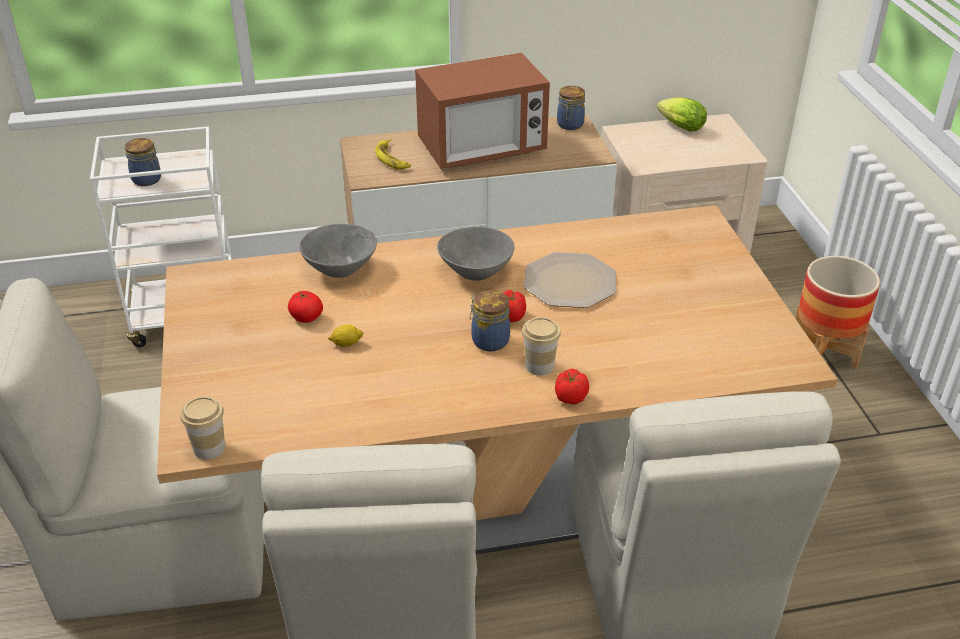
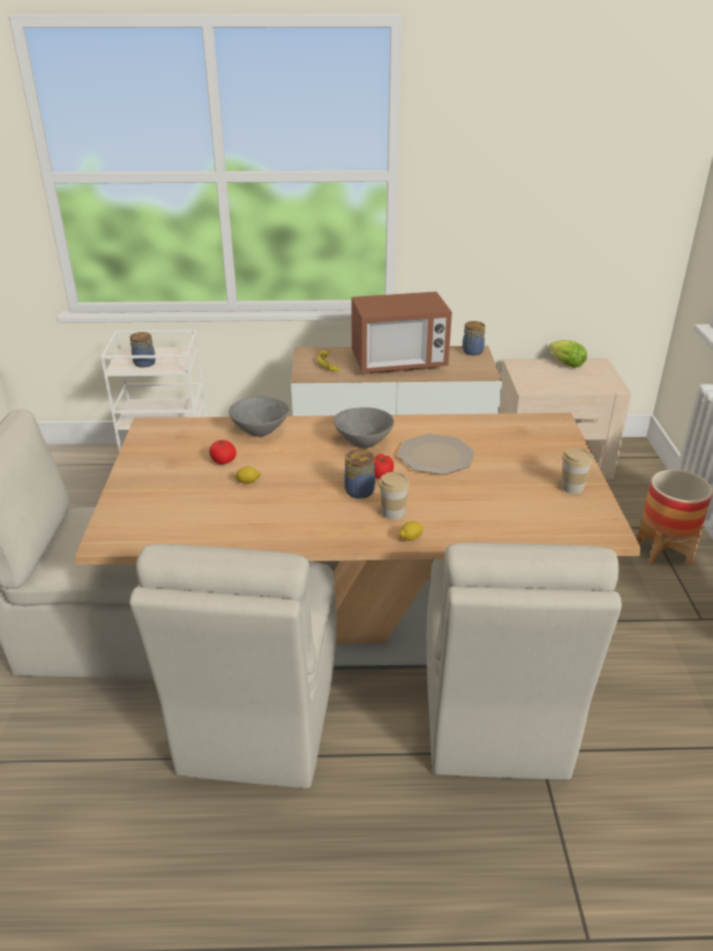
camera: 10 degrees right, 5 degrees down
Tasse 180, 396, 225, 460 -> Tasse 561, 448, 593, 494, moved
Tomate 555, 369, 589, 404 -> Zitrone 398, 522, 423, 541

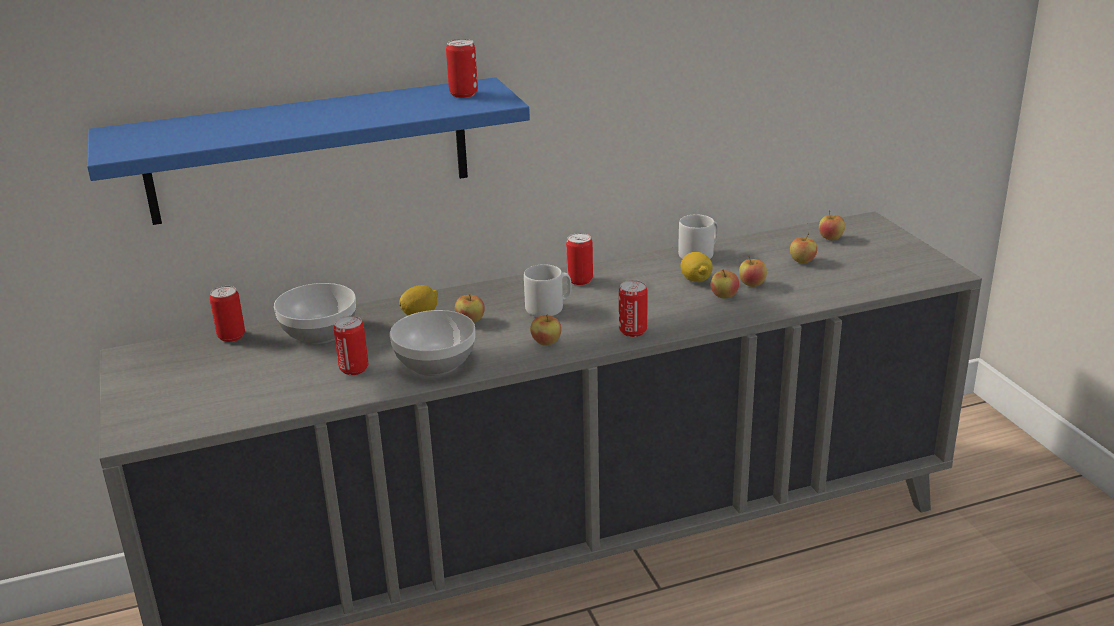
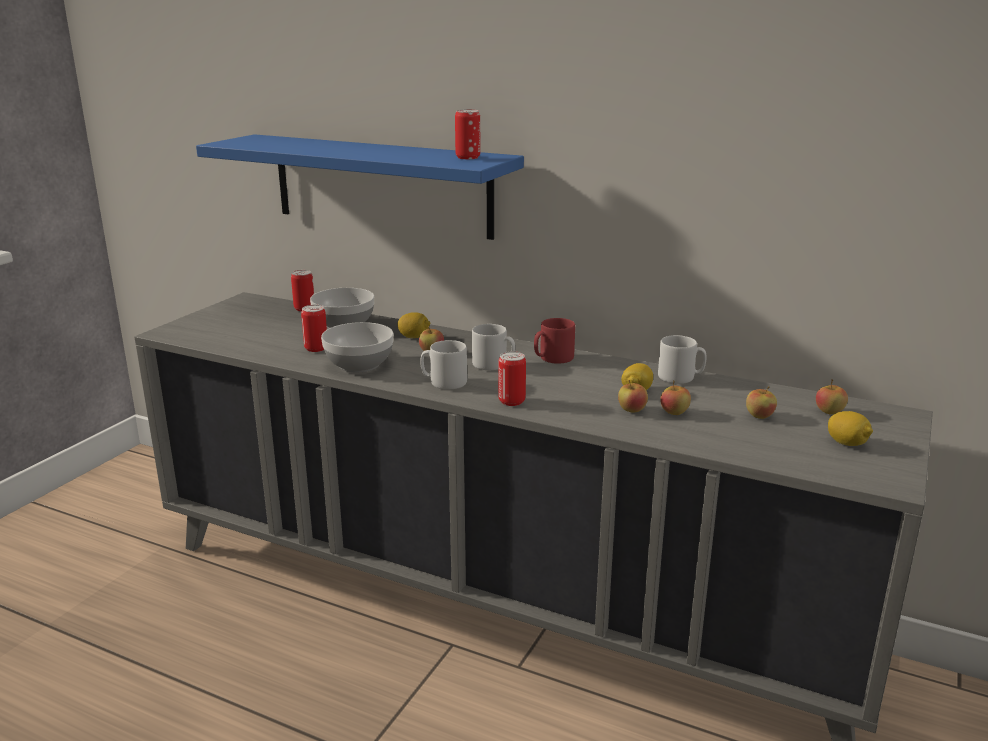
camera: 45 degrees right, 5 degrees down
none -> Zitrone 828, 411, 873, 446
Apfel 530, 314, 561, 346 -> Henkelbecher (grau) 420, 340, 467, 390
Dose 566, 233, 593, 285 -> Henkelbecher (rot) 534, 318, 575, 364

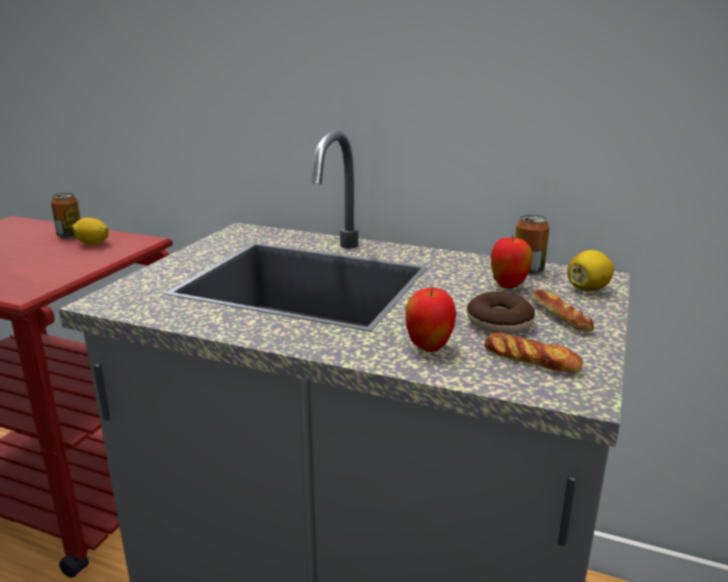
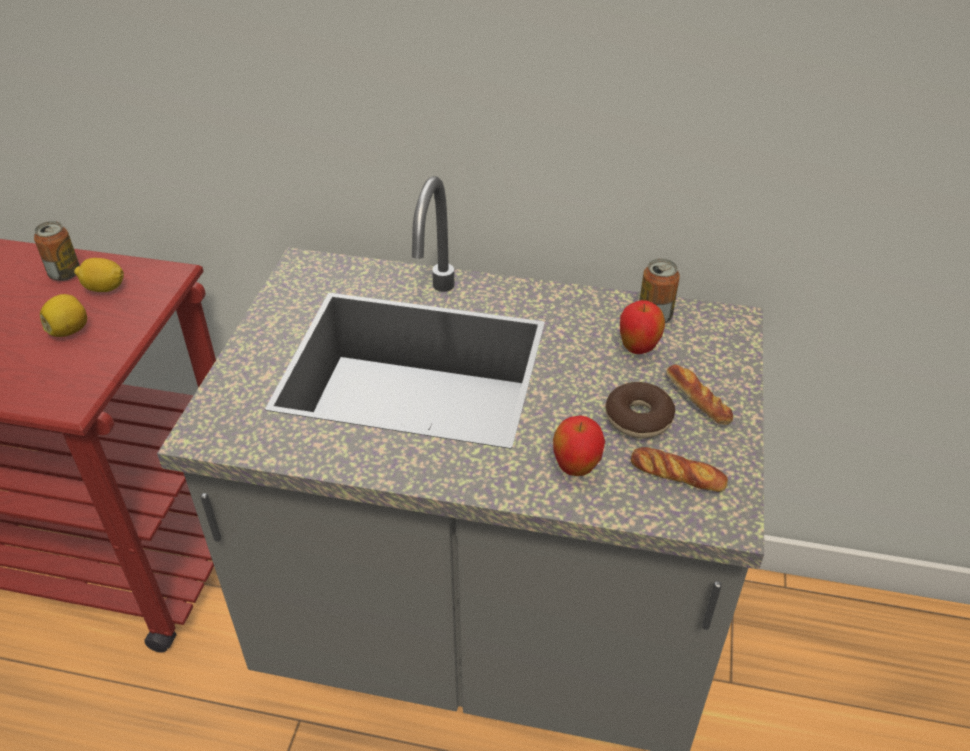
camera: 10 degrees left, 20 degrees up
Zitrone 567, 250, 614, 291 -> Zitrone 40, 294, 87, 337, moved

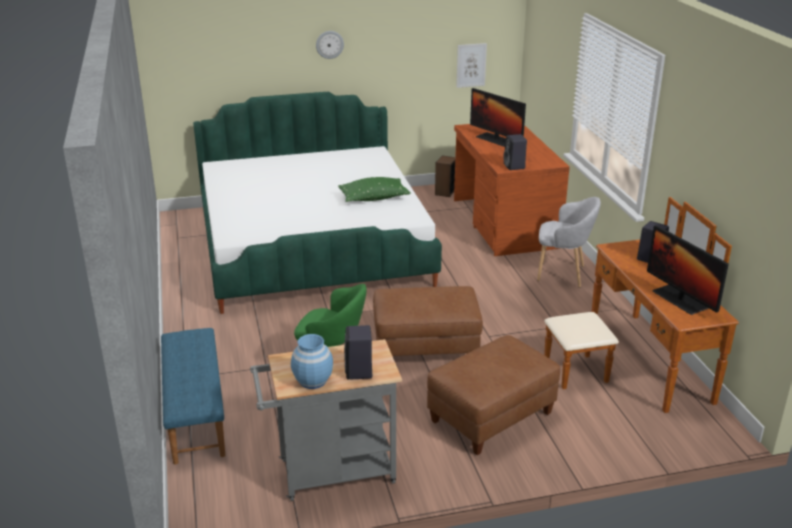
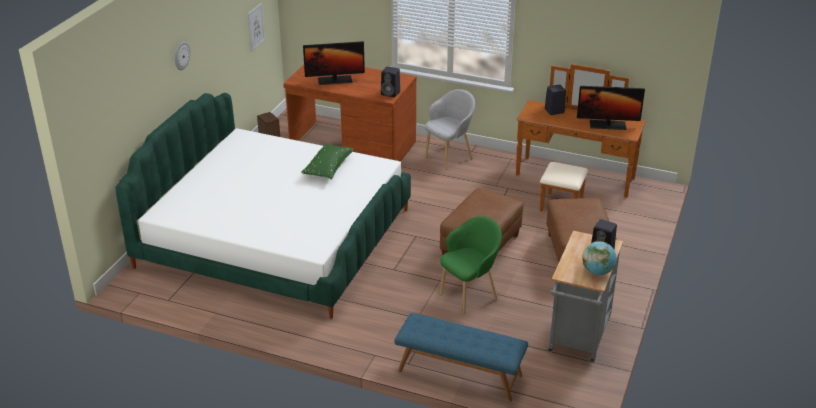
camera: 55 degrees left, 5 degrees up
Vase (blau) 291, 334, 333, 389 -> Globus 582, 241, 617, 275

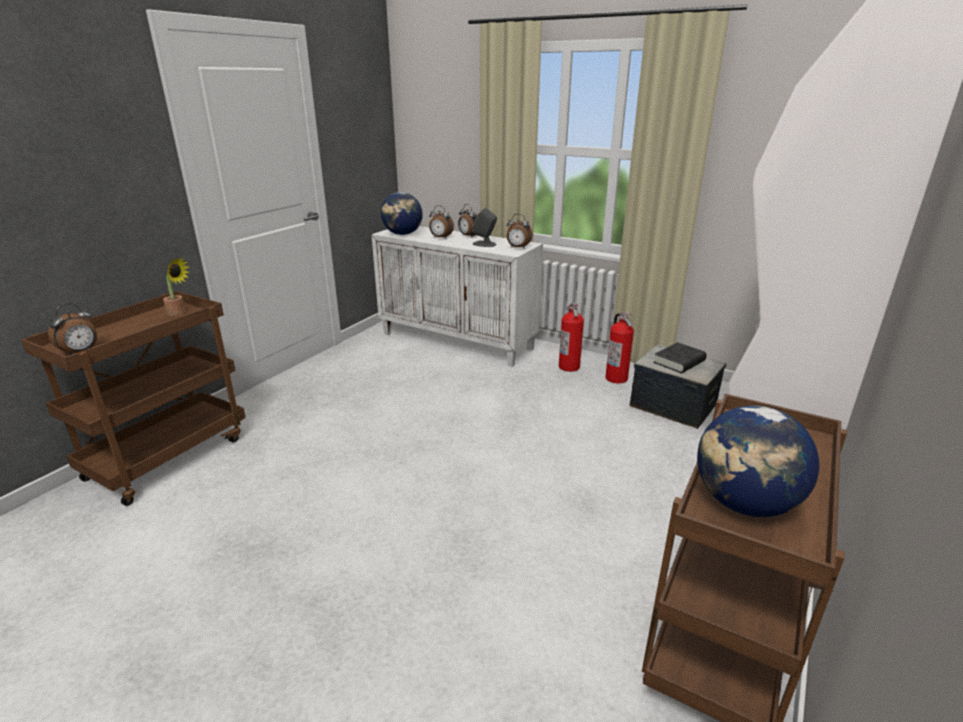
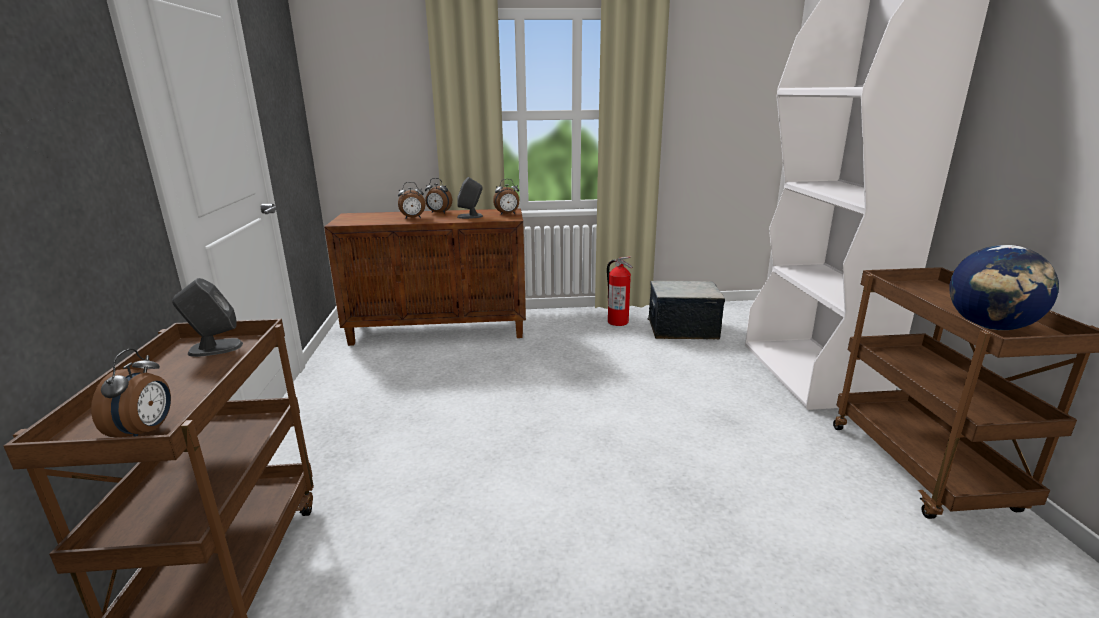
camera: 35 degrees left, 5 degrees down
Globus 381, 192, 423, 235 -> none
Feuerlöscher 559, 303, 584, 372 -> none
Buch (schwarz) 654, 342, 707, 373 -> none
Topfpflanze 163, 257, 190, 316 -> Lautsprecher (grau) 172, 278, 243, 357
Schrank (weiß) 371, 226, 543, 367 -> Schrank (braun) 324, 209, 526, 346

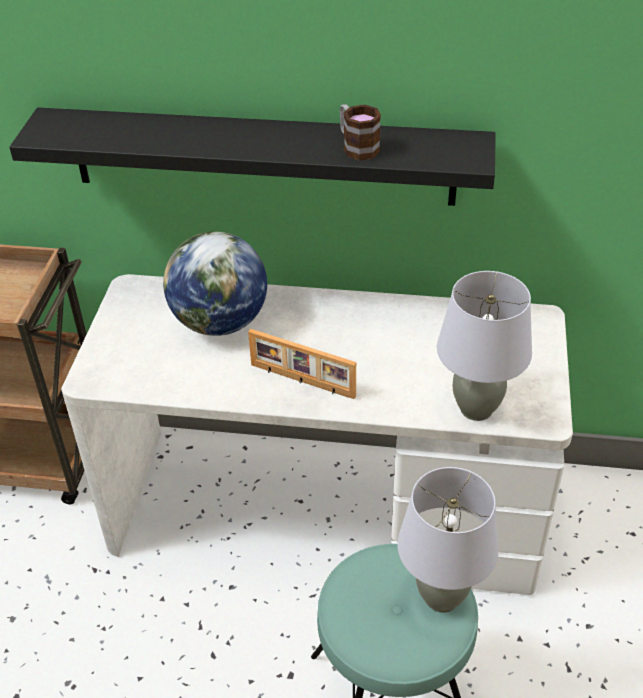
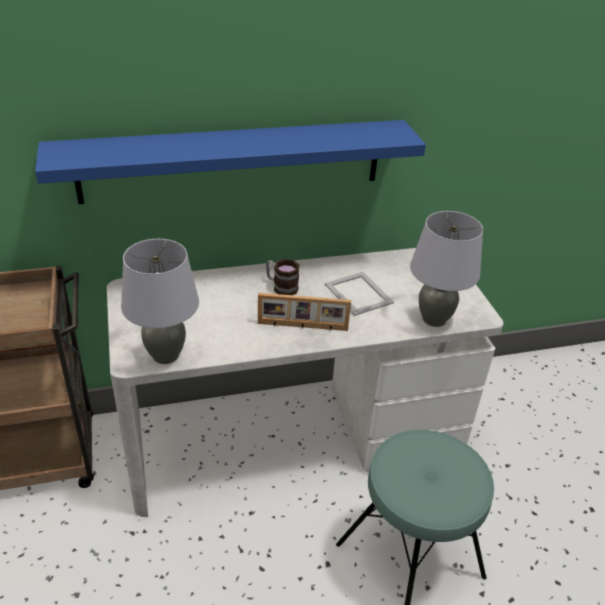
camera: 25 degrees left, 5 degrees down
Globus 163, 231, 267, 336 -> none
none -> Bilderrahmen 325, 272, 394, 316
Henkelbecher 340, 104, 381, 160 -> Henkelbecher 266, 259, 300, 295, moved
Tischlampe (grau) 398, 467, 499, 613 -> Tischlampe (grau) 121, 239, 199, 364, moved
Wandregal (schwarz) 9, 107, 496, 206 -> Wandregal (blau) 35, 120, 426, 204

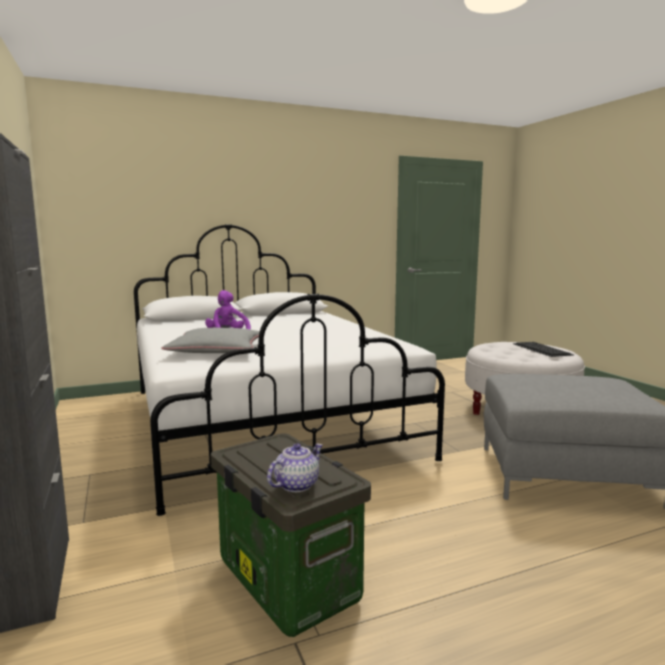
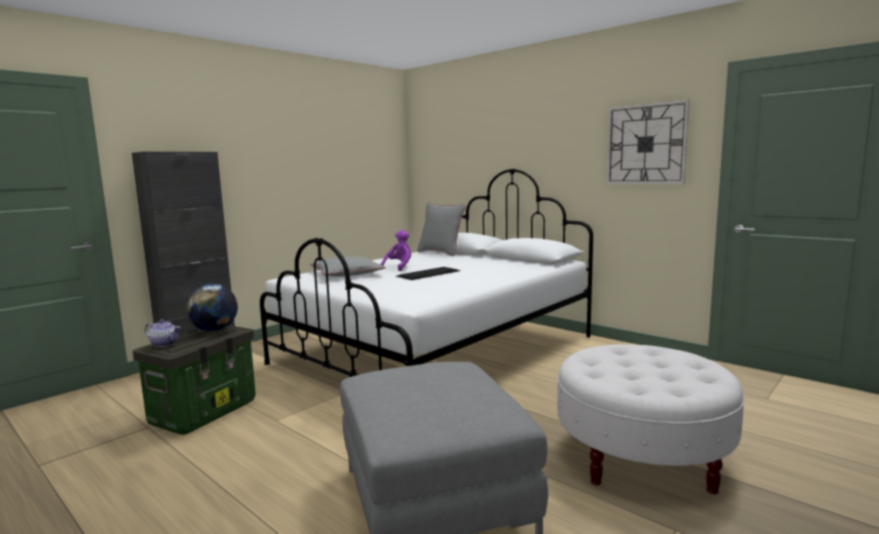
camera: 65 degrees right, 0 degrees up
none -> Globus 186, 284, 238, 332
none -> Kissen (grau) 417, 202, 466, 256
none -> Wanduhr 606, 100, 690, 184
Tastatur 513, 342, 574, 357 -> Tastatur 396, 267, 461, 280, moved

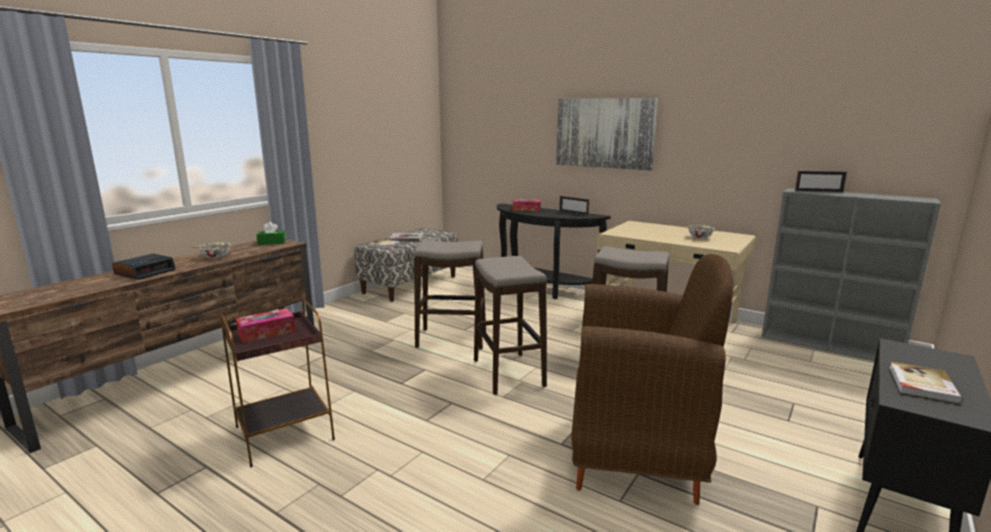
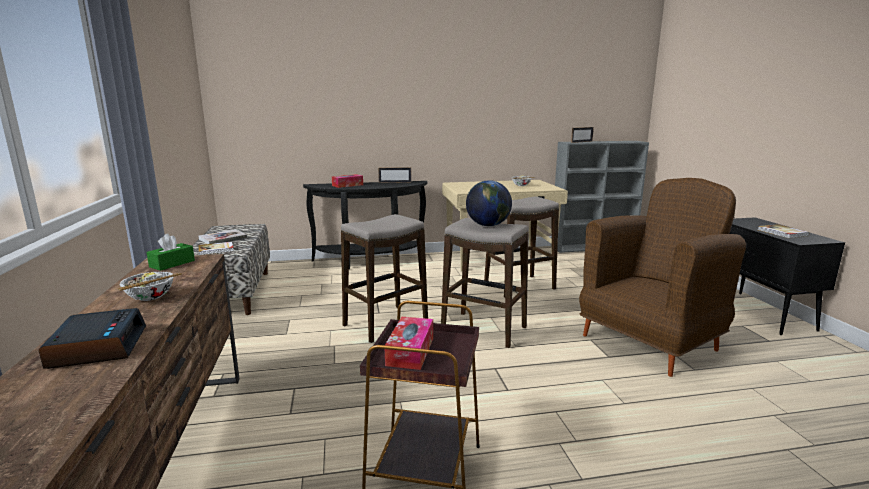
camera: 45 degrees left, 0 degrees up
Bild 556, 98, 658, 171 -> none
none -> Globus 466, 180, 512, 226

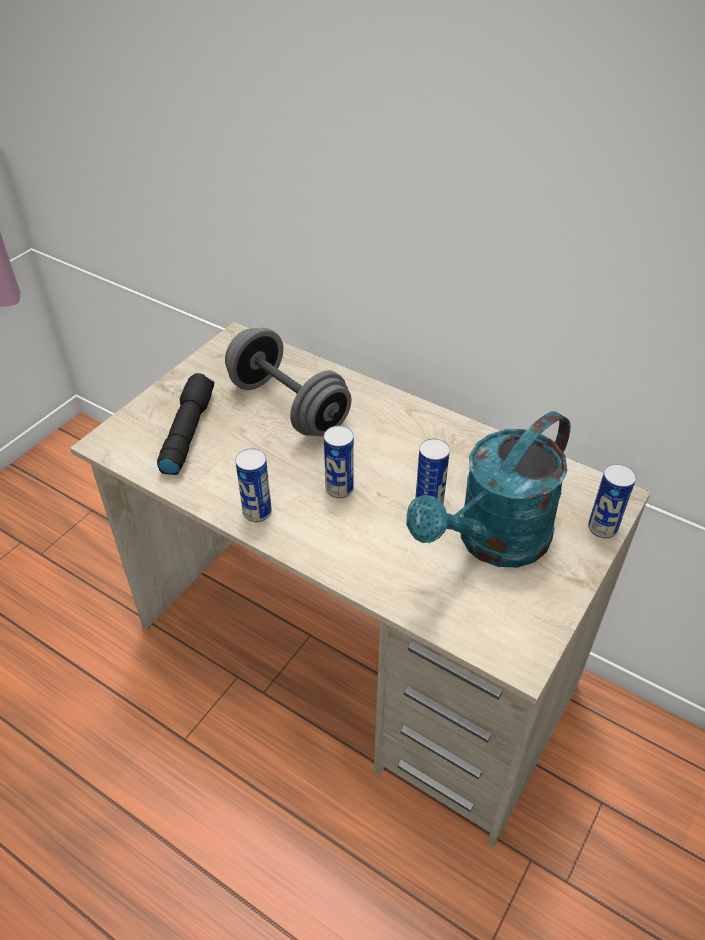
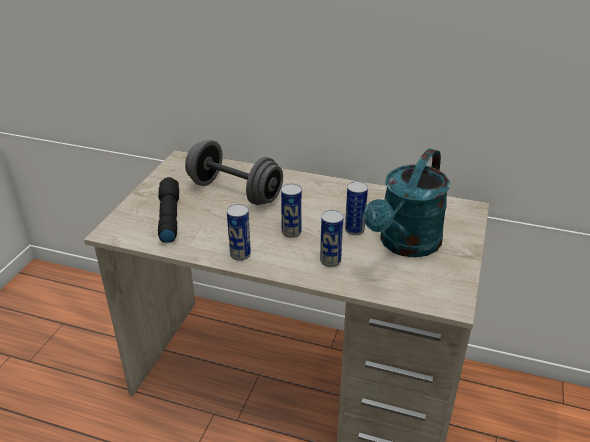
camera: 15 degrees left, 10 degrees down
Dose 588, 464, 636, 538 -> Dose 320, 210, 343, 267, moved

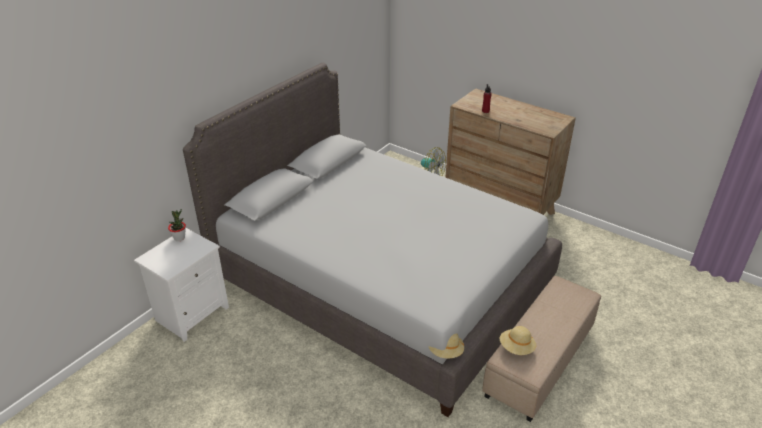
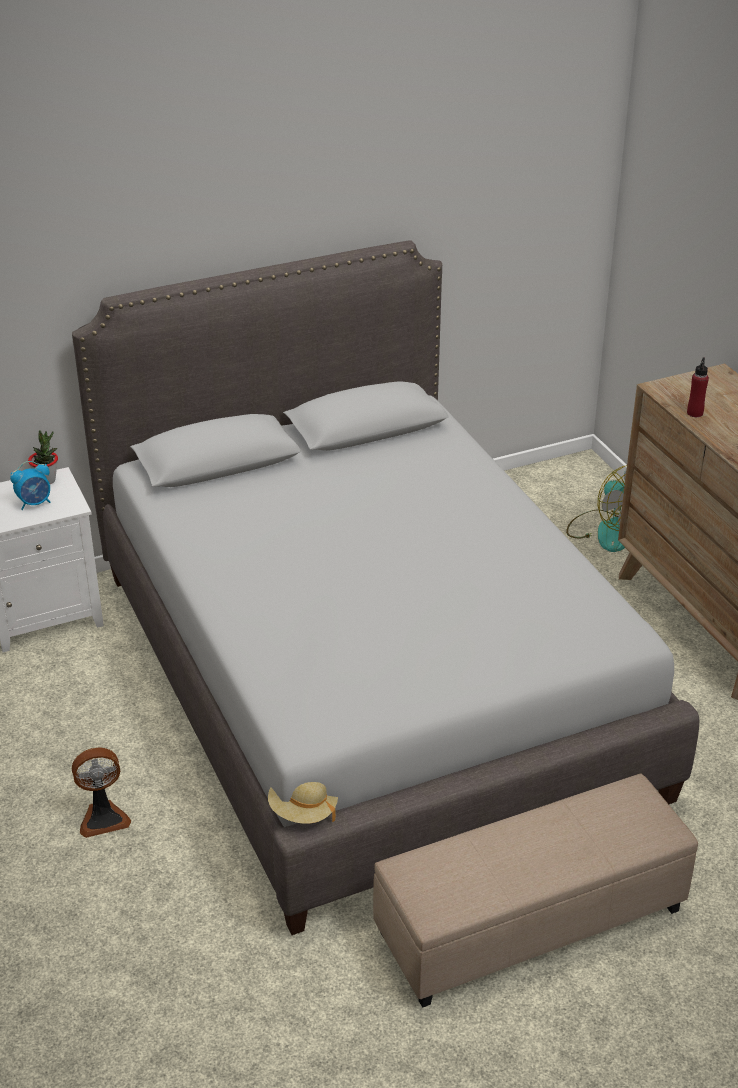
camera: 30 degrees right, 0 degrees up
Hut (beige) 500, 326, 536, 355 -> none
none -> Wecker 10, 461, 51, 510
none -> Ventilator 72, 747, 131, 838

